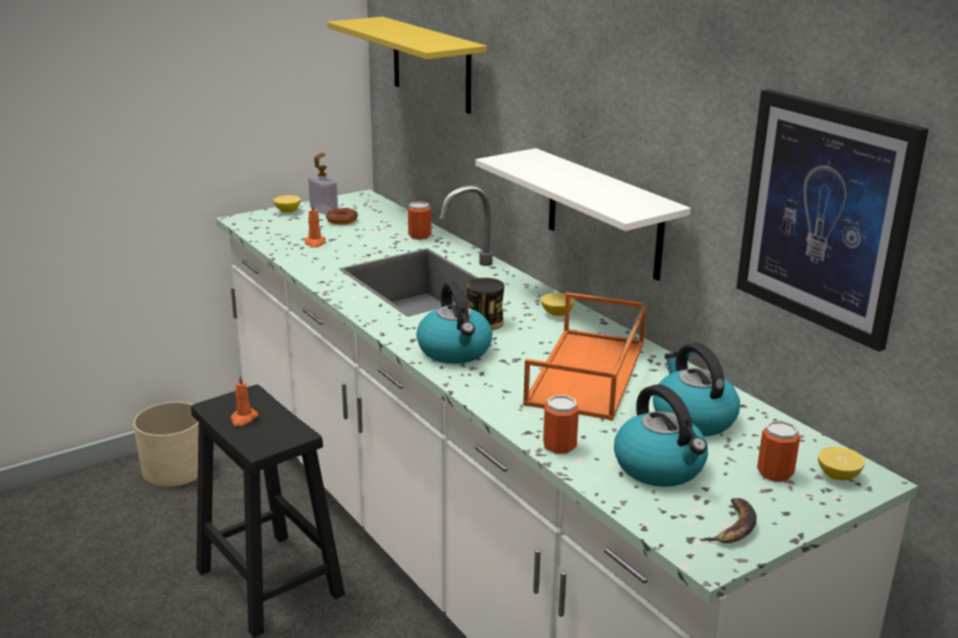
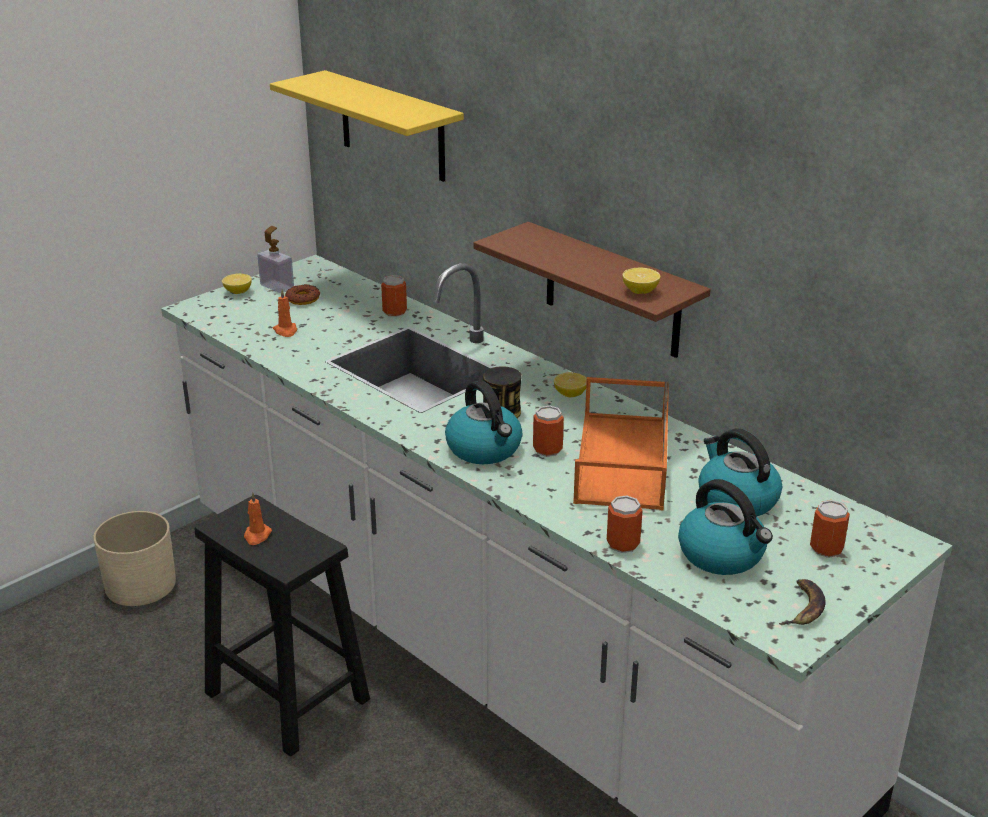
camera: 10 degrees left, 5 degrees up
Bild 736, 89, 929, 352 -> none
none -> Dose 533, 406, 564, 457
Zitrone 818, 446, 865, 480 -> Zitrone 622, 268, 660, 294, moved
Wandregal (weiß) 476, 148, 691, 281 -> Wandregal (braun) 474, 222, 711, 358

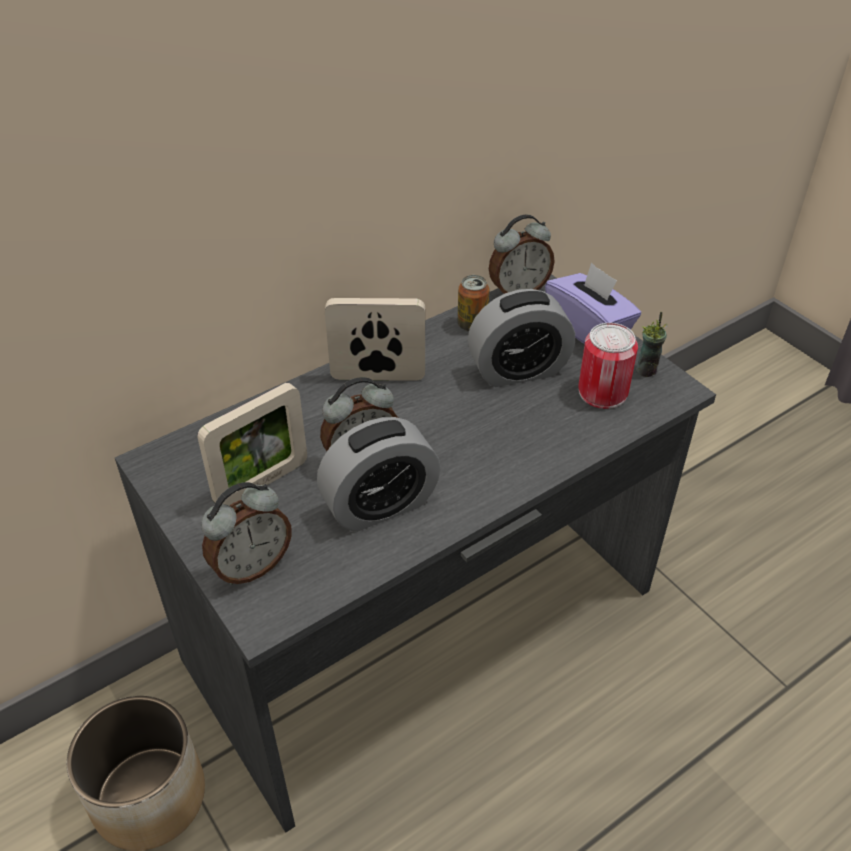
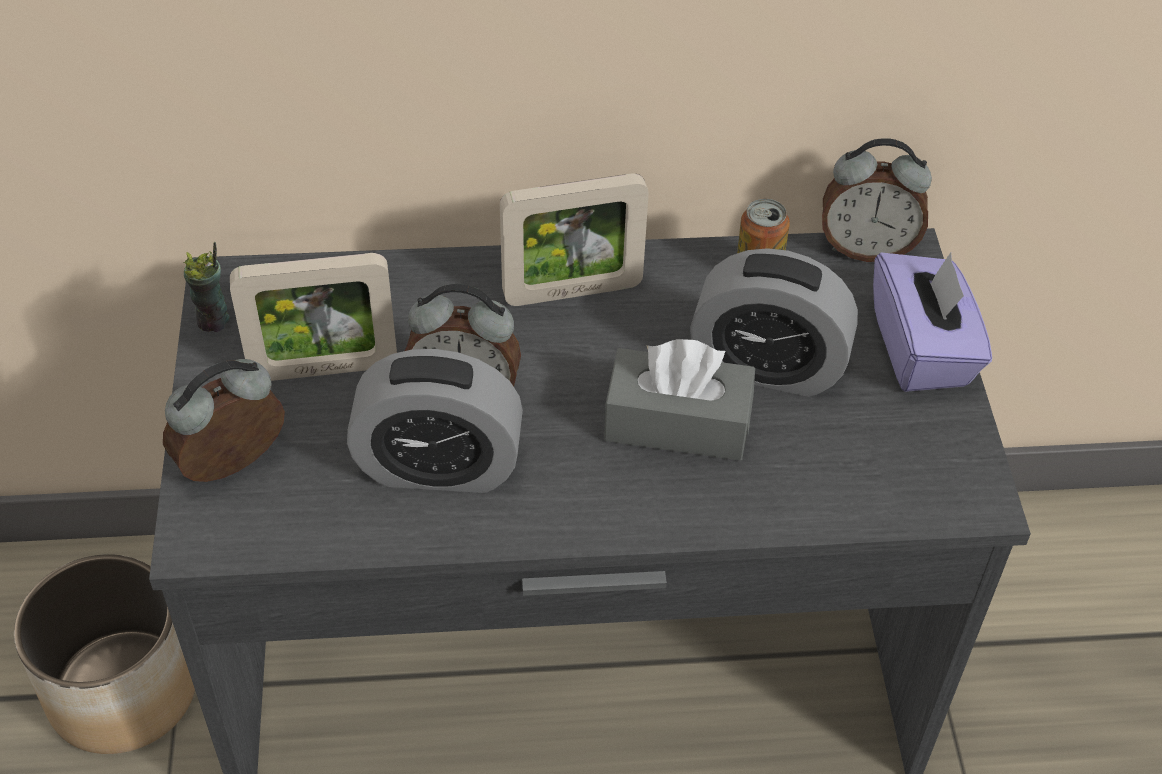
camera: 30 degrees right, 5 degrees up
Dose 578, 323, 638, 409 -> none
none -> Taschentuchbox (grau) 604, 339, 755, 461
Tasse 636, 312, 668, 377 -> Tasse 183, 242, 230, 332, moved
Wecker 201, 482, 292, 585 -> Wecker 163, 359, 285, 482, 150 degrees clockwise
Bilderrahmen 325, 298, 425, 381 -> Bilderrahmen 500, 174, 649, 306, 135 degrees clockwise

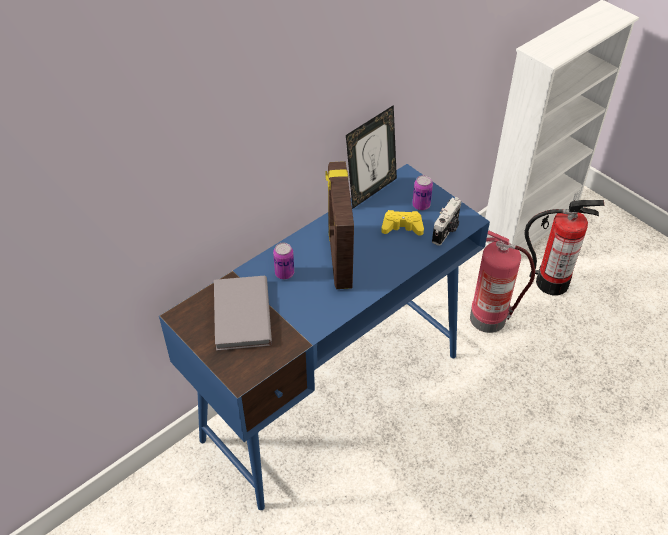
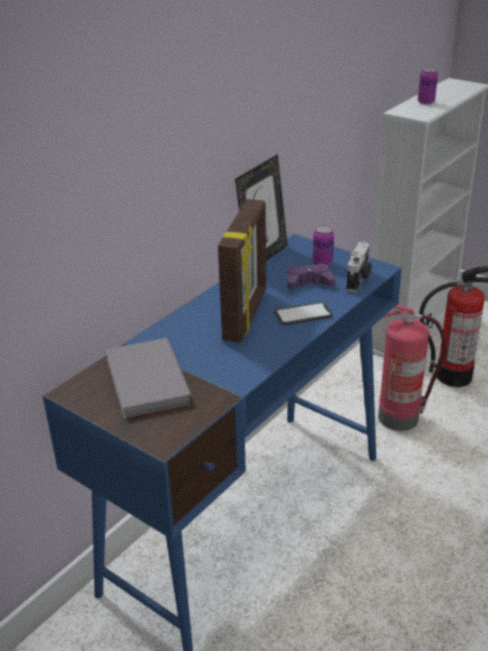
camera: 10 degrees left, 15 degrees down
none -> Handy 274, 302, 332, 325
Dose 273, 242, 294, 279 -> Dose 418, 68, 438, 104, moved
Gamepad (gelb) 381, 210, 424, 236 -> Gamepad (lila) 287, 263, 335, 289
Bilderrahmen 325, 161, 354, 289 -> Bilderrahmen 218, 199, 266, 343, 150 degrees counterclockwise

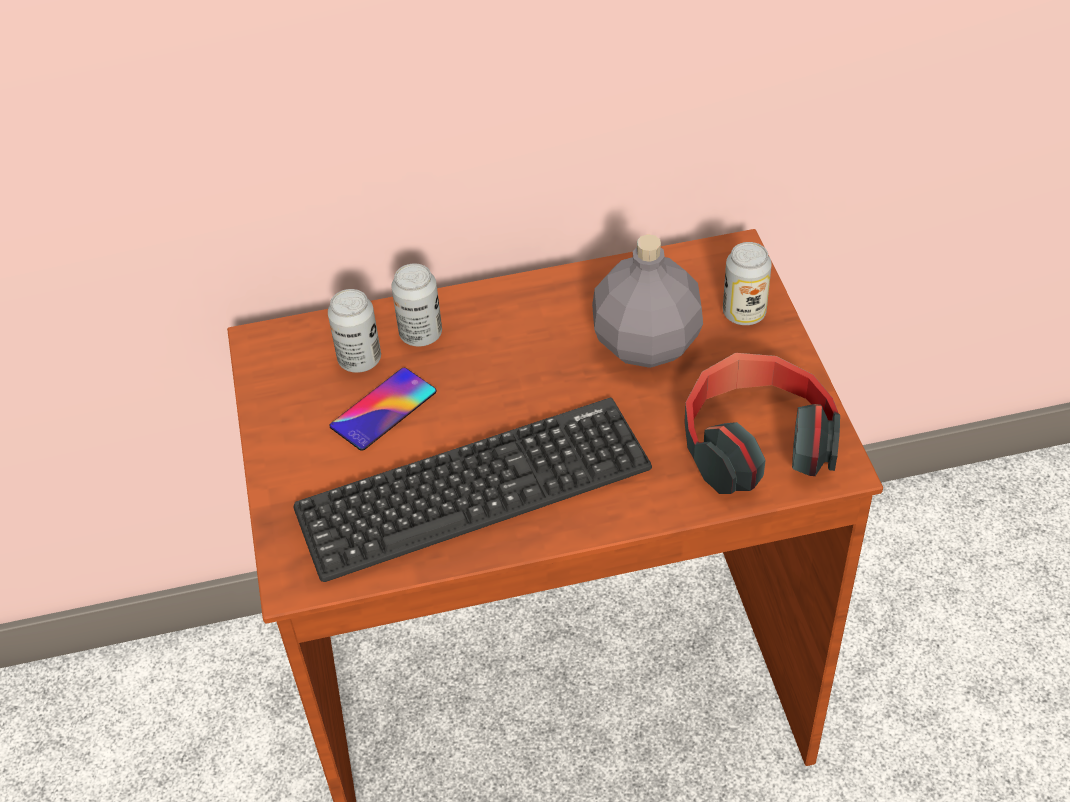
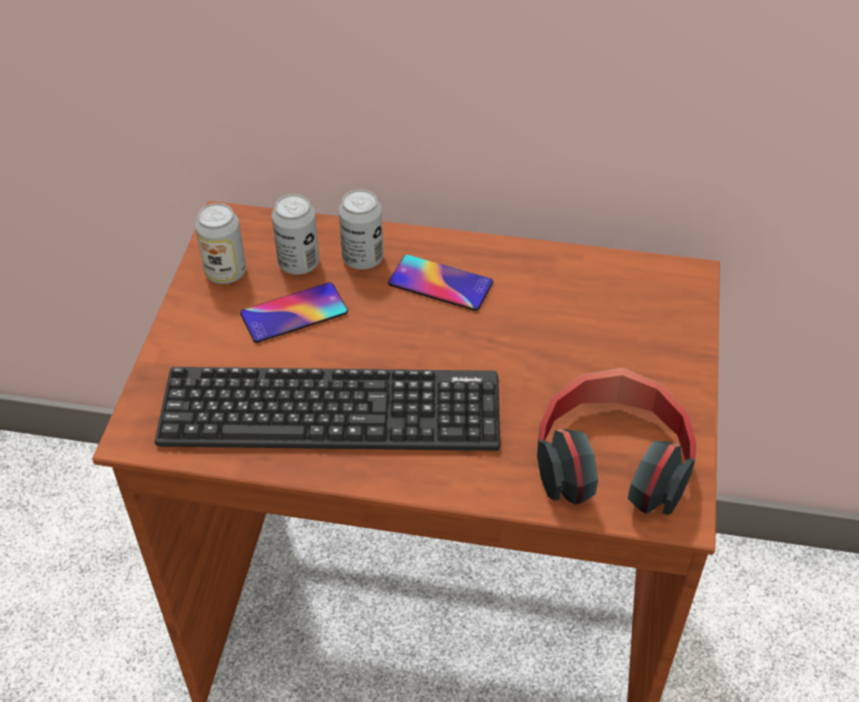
camera: 20 degrees right, 0 degrees up
Flasche (grau) 592, 234, 703, 368 -> none
none -> Handy 388, 255, 493, 311
Dose 723, 242, 772, 325 -> Dose 195, 203, 246, 284, moved

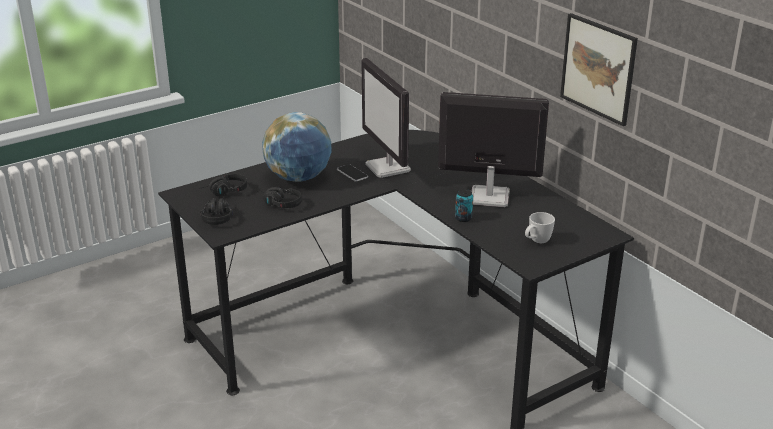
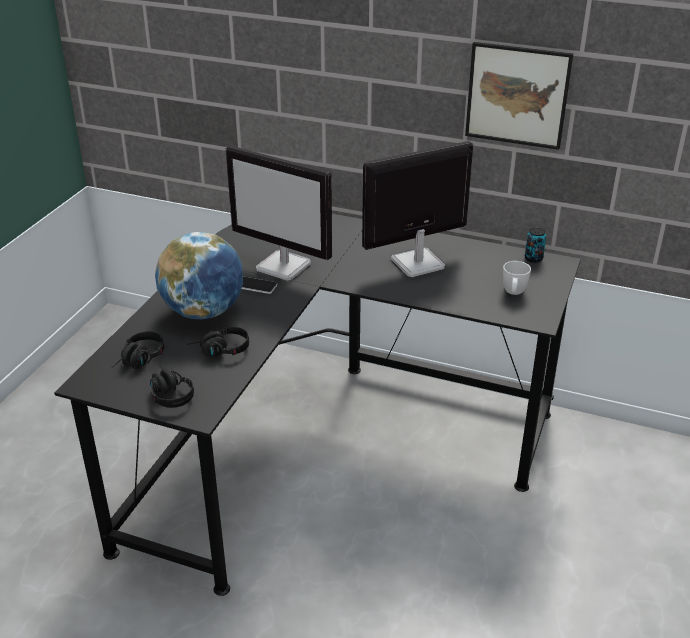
camera: 35 degrees left, 5 degrees up
Dose 455, 189, 473, 222 -> Dose 525, 228, 546, 263, moved

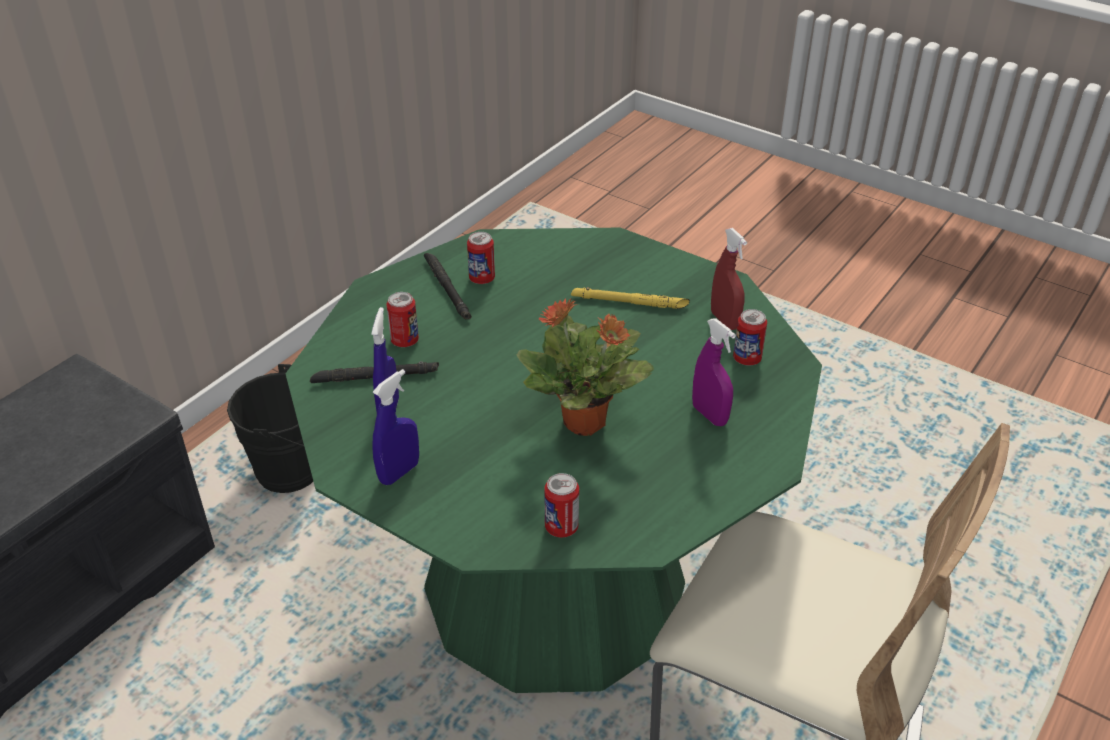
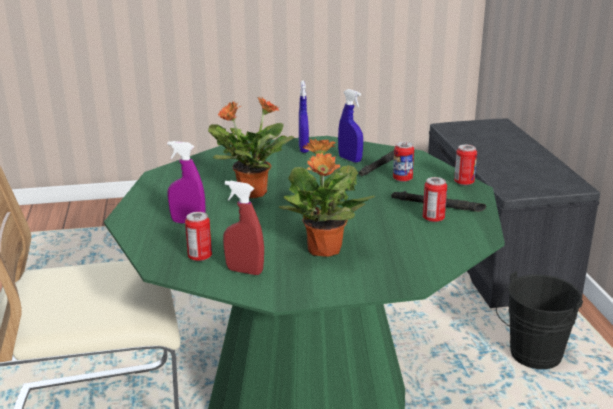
camera: 135 degrees right, 15 degrees down
Dose 544, 473, 579, 537 -> Dose 454, 145, 477, 186, moved
Taschenlampe (gelb) 571, 287, 690, 309 -> Topfpflanze 279, 138, 375, 257

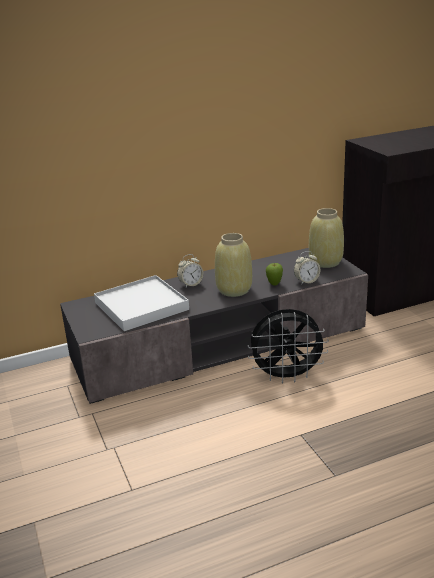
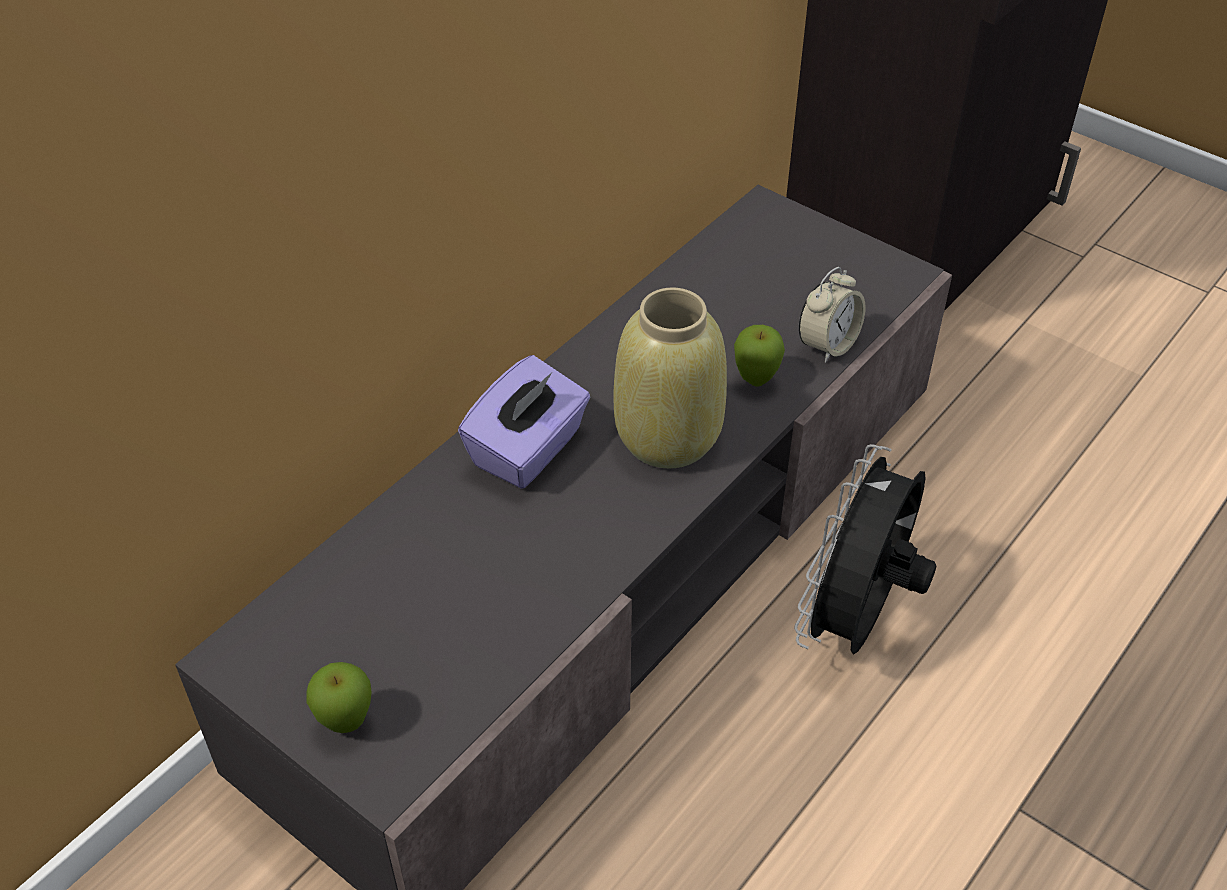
camera: 30 degrees left, 20 degrees up
Tablett (weiß) 94, 275, 189, 331 -> none
Vase (beige) 309, 208, 344, 268 -> none
none -> Apfel 306, 662, 371, 733
Wecker 177, 254, 204, 287 -> Taschentuchbox (lila) 458, 355, 590, 489
Ventilator (schwarz) 248, 309, 329, 383 -> Ventilator (schwarz) 794, 444, 936, 654, 150 degrees clockwise

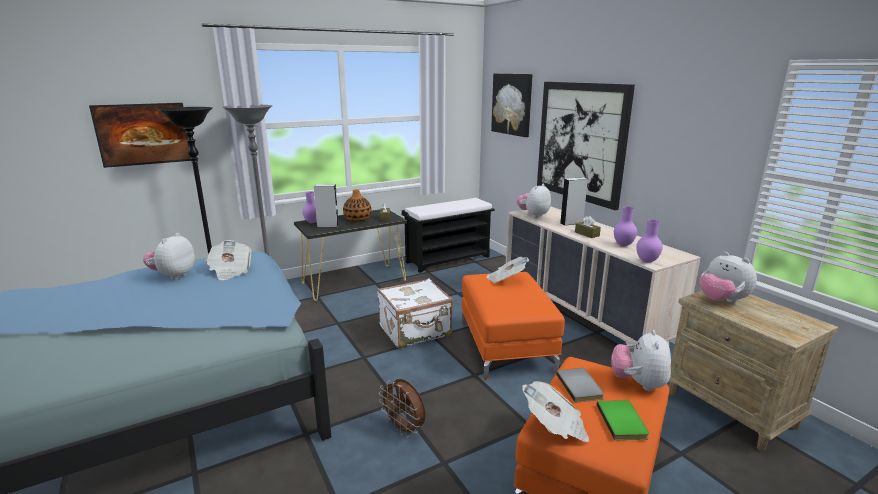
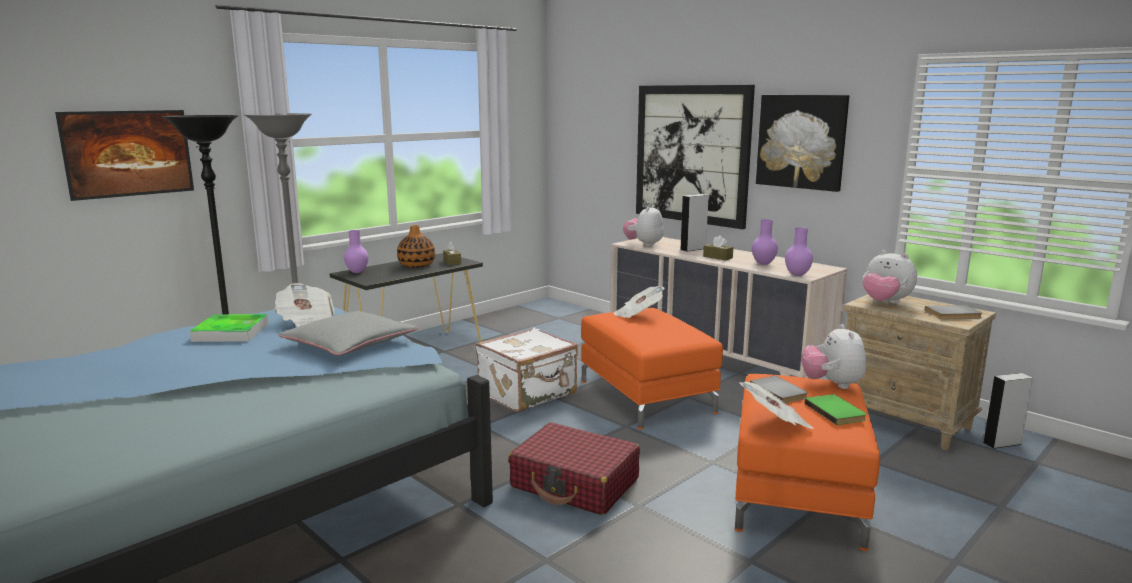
camera: 15 degrees left, 5 degrees down
Bank (schwarz) 402, 198, 495, 273 -> none
none -> Kissen (grau) 278, 311, 418, 356
none -> Buch (grau) 925, 305, 982, 319
Lautsprecher (grau) 314, 184, 339, 228 -> Lautsprecher (grau) 983, 373, 1033, 449, moved
Bild 491, 74, 533, 137 -> Bild 756, 95, 849, 192, moved
Plüschtier 143, 233, 195, 280 -> Tablett 189, 314, 269, 342
Ventilator (braun) 379, 379, 426, 437 -> Koffer (rot) 508, 422, 640, 515

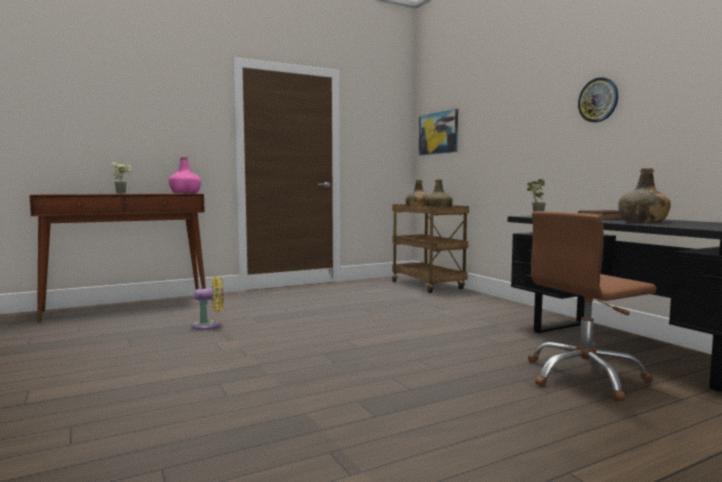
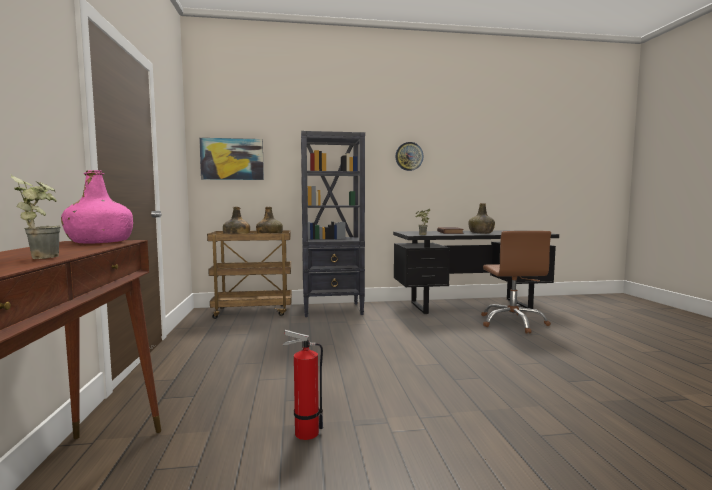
camera: 70 degrees left, 0 degrees up
none -> Bücherregal (schwarz) 301, 131, 365, 317
Ventilator (gelb) 192, 276, 224, 330 -> Feuerlöscher 282, 330, 323, 440

